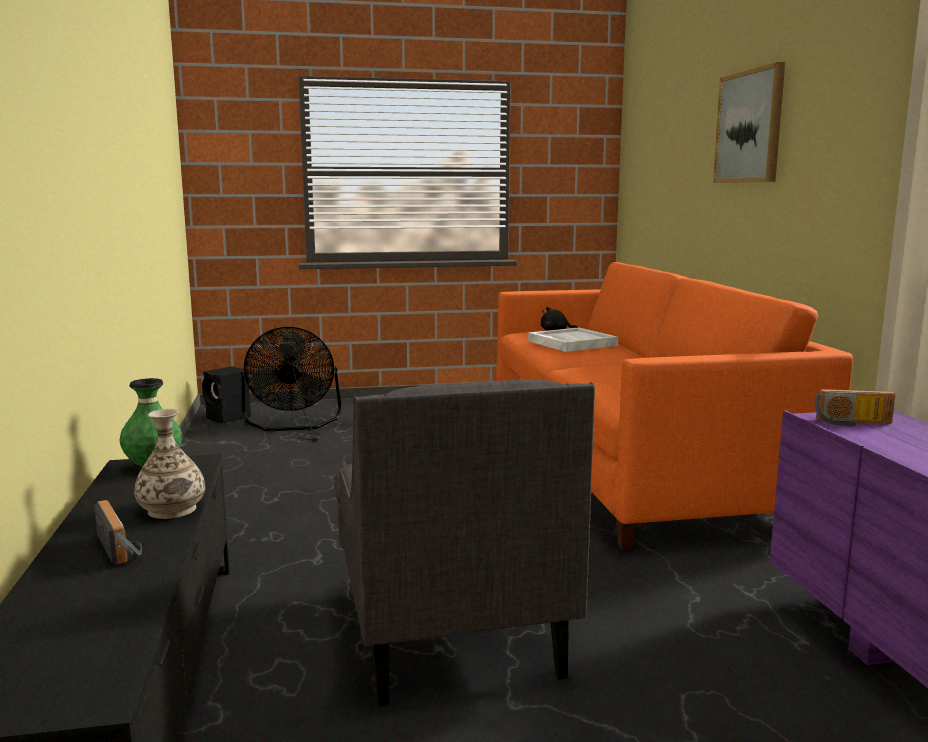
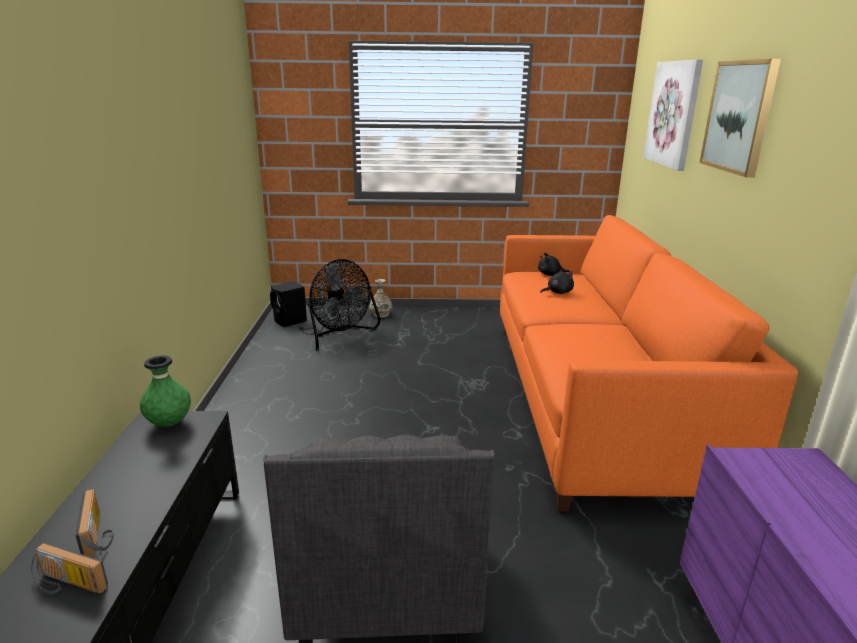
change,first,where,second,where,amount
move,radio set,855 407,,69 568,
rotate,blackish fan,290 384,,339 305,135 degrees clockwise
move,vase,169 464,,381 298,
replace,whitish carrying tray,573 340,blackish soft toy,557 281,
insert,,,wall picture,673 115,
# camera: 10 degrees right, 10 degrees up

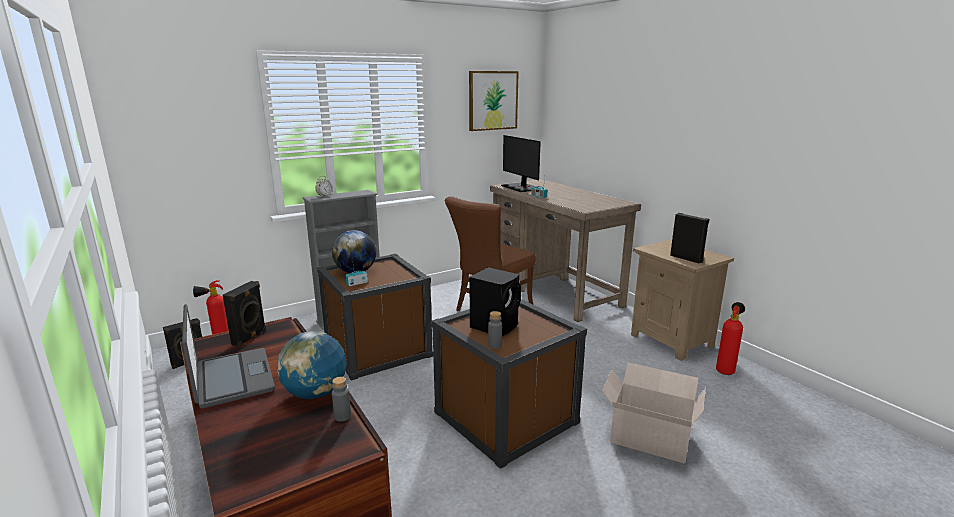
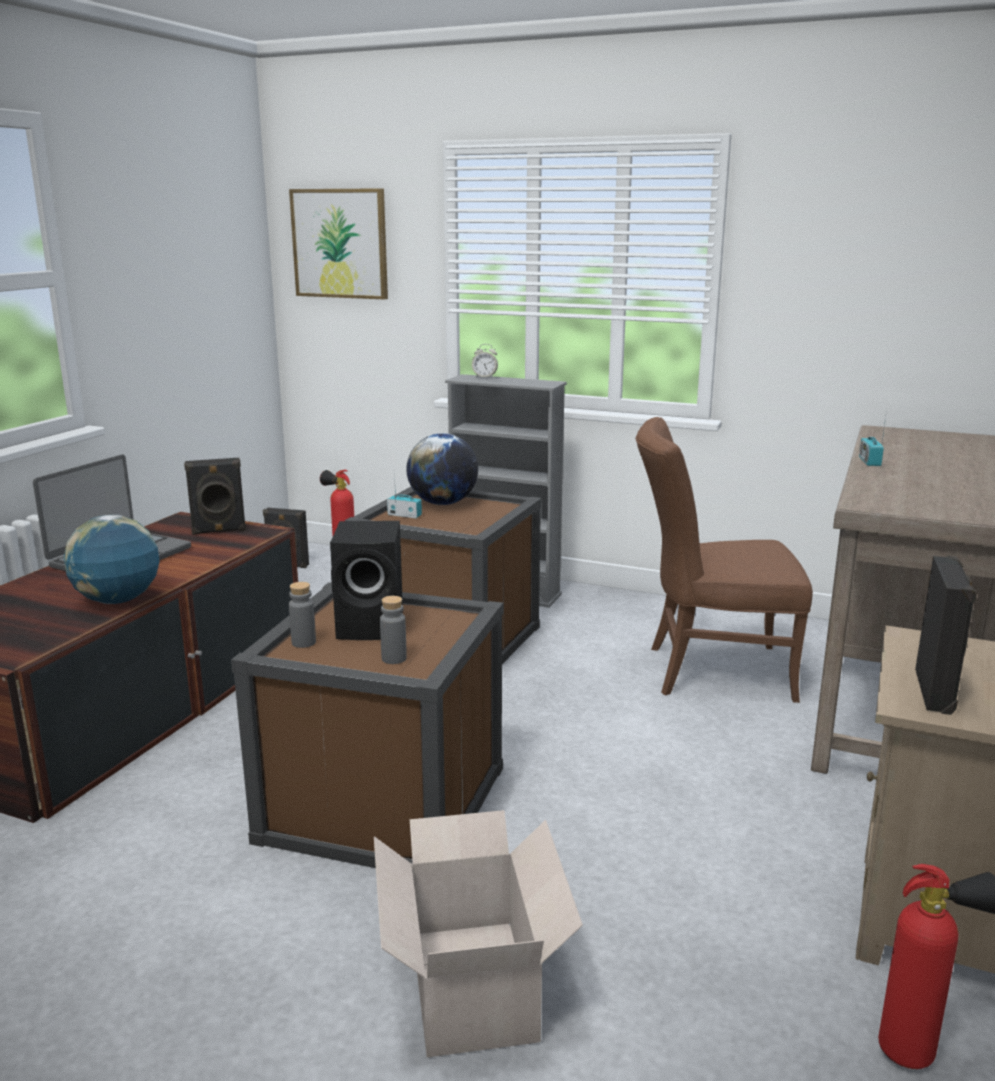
change,first,where,second,where,amount
move,wall picture,494 101,,338 243,
move,gray beverage bottle,341 399,,393 630,
delete,computer display,521 163,,,
# camera: 55 degrees right, 0 degrees up

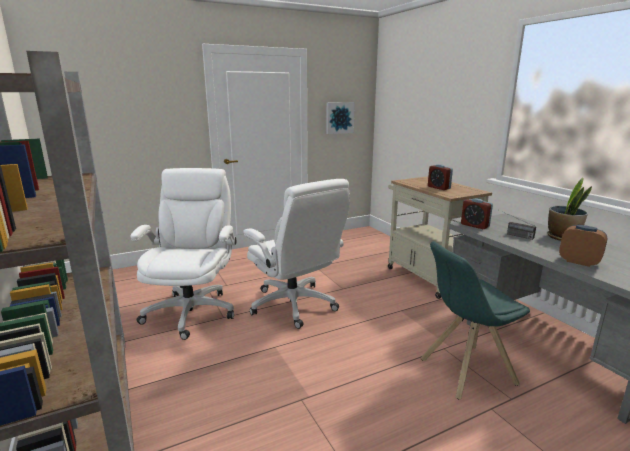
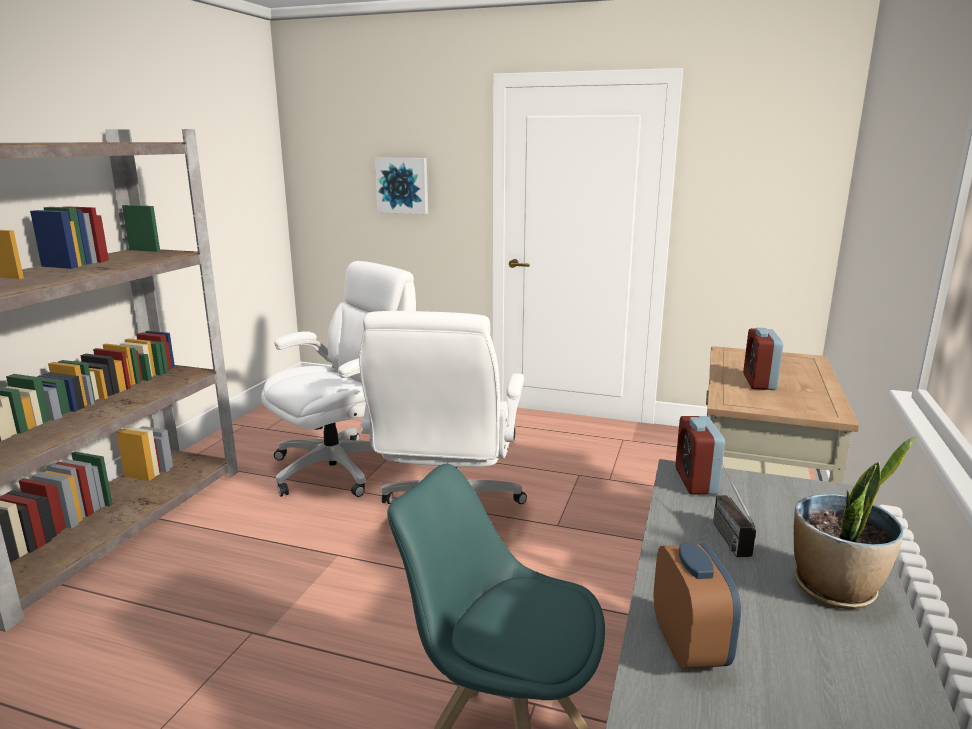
change,first,where,second,where,amount
move,wall picture,340 118,,401 186,
# camera: 45 degrees right, 0 degrees up

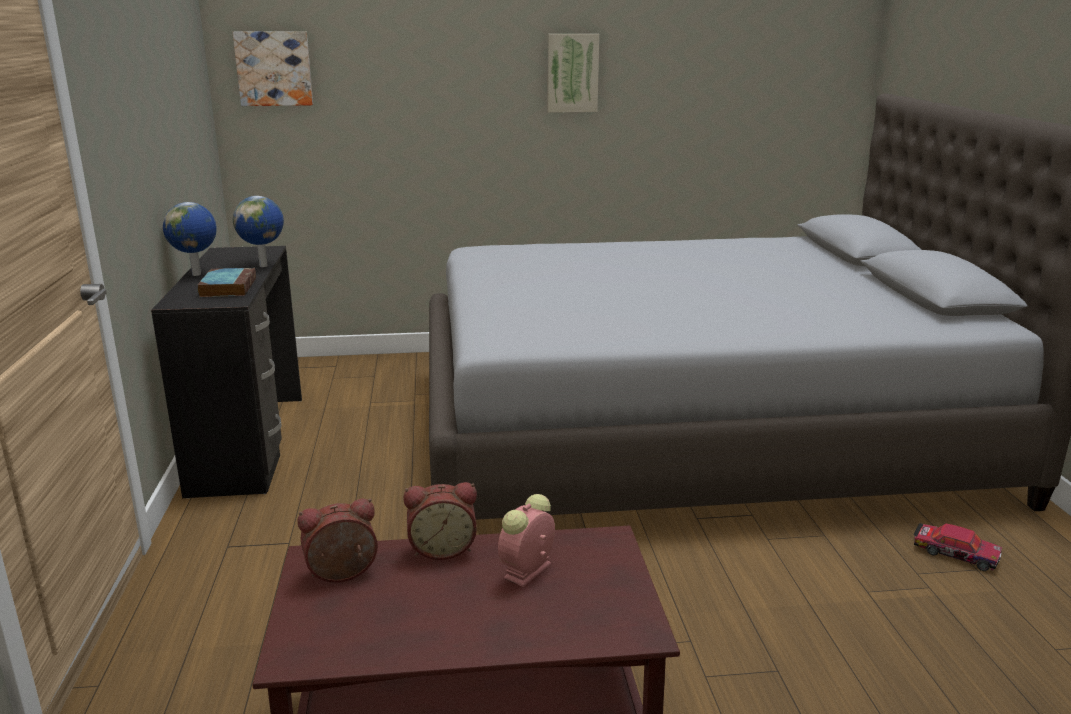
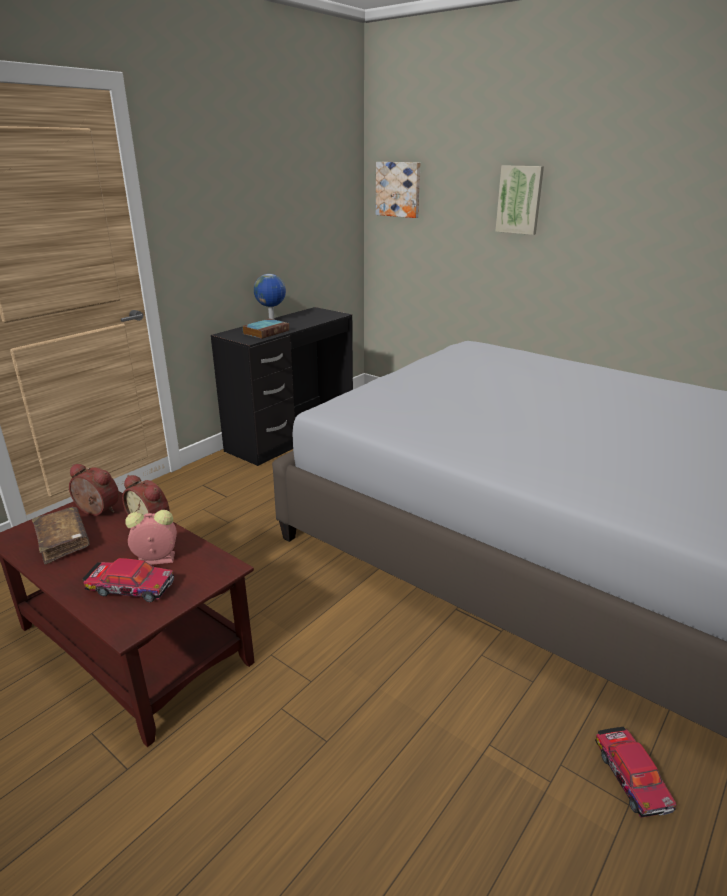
change,first,where,second,where,amount
insert,,,brownish book,61 535,
insert,,,miniature car,128 580,
move,wall picture,573 73,,519 200,
delete,desk globe,258 231,,,
# camera: 45 degrees right, 5 degrees up

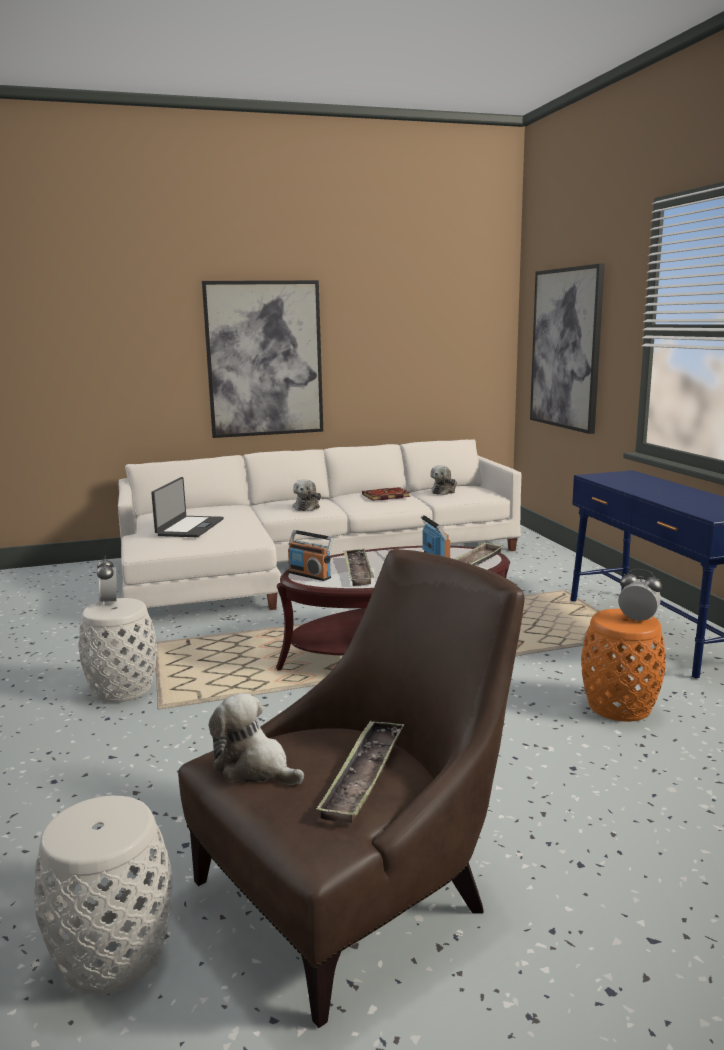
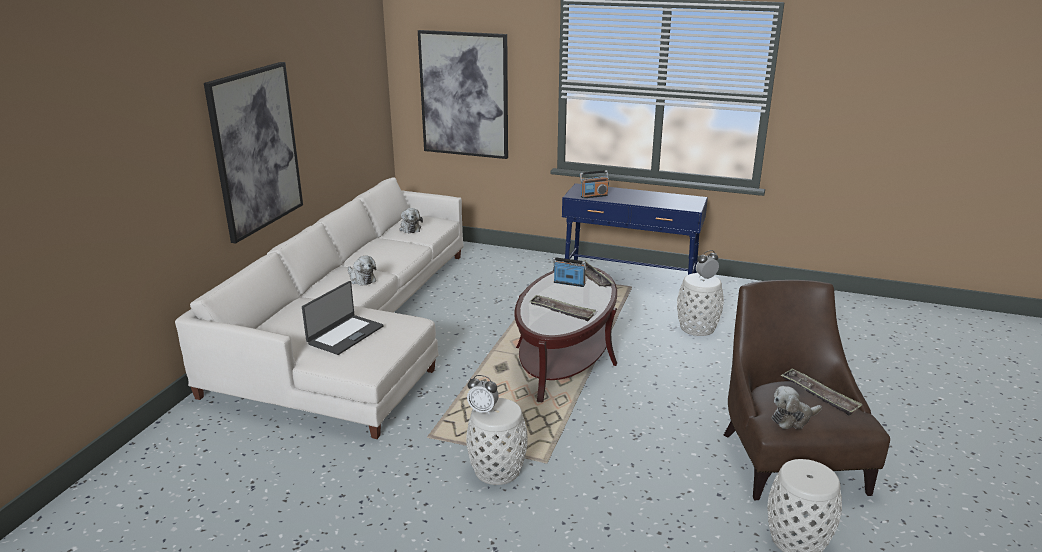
change,first,where,second,where,amount
rotate,laptop,187 507,,343 318,75 degrees clockwise
move,radio set,310 555,,594 184,
recolor,orange sitting stool,623 665,whitish sitting stool,700 304,
delete,book,386 494,,,
# camera: 55 degrees left, 10 degrees up

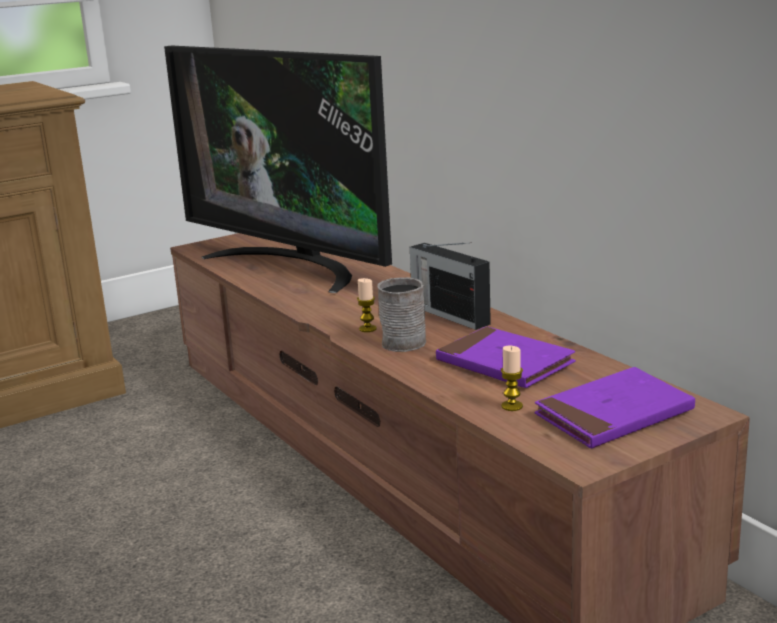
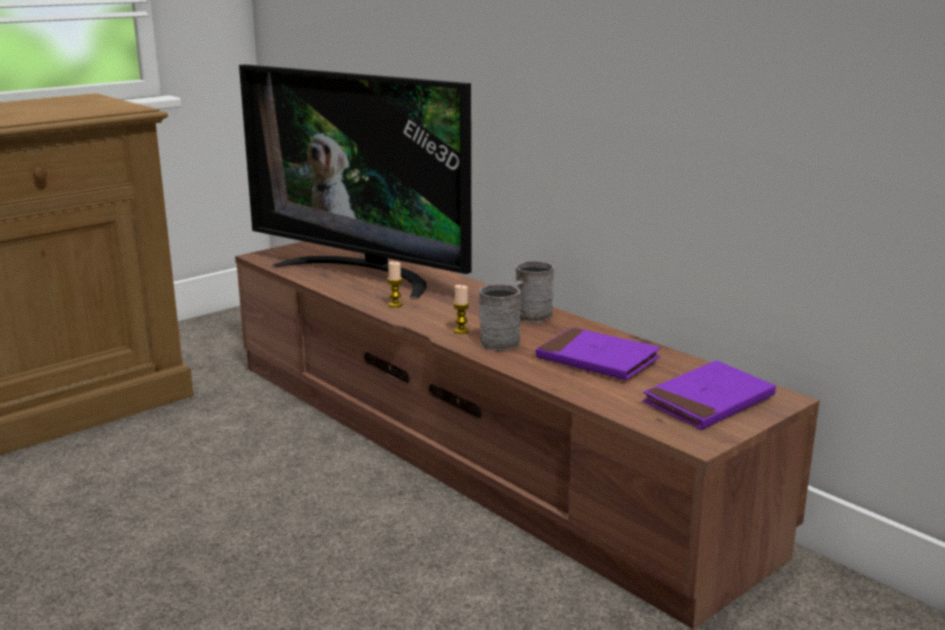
change,first,where,second,where,amount
move,wax light,512 378,,395 284,
replace,radio set,450 286,gray coffee mug,533 291,
# camera: 10 degrees left, 0 degrees up

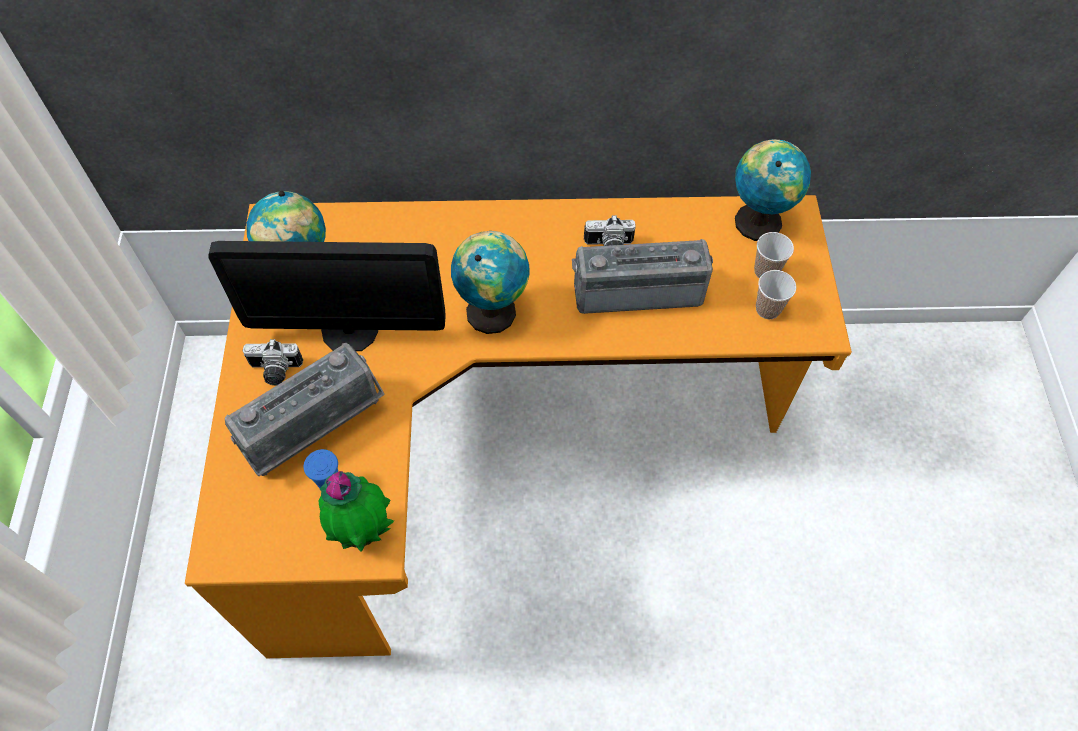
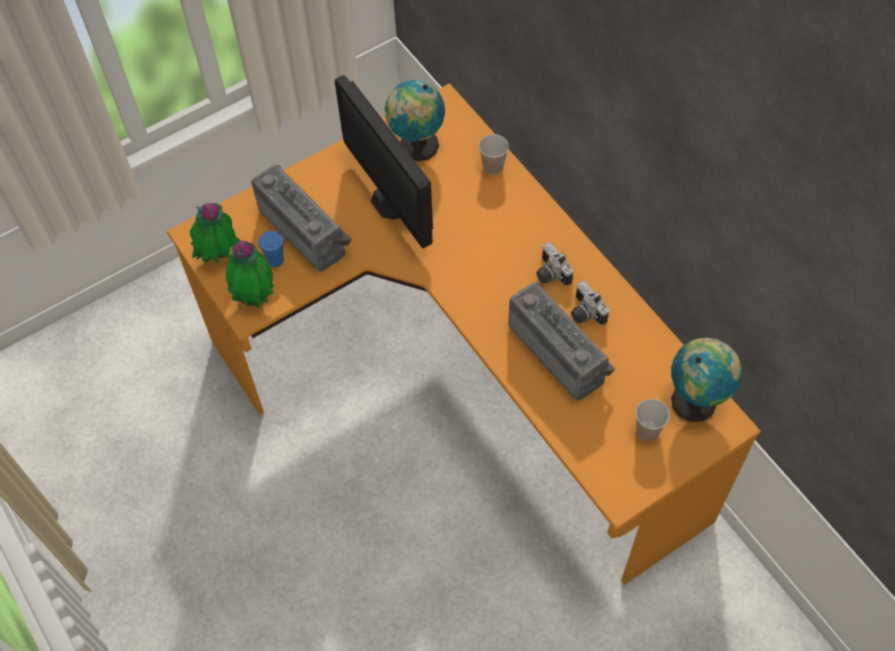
change,first,where,second,where,amount
insert,,,potted plant,215 233,
rotate,radio set,304 409,,301 218,150 degrees counterclockwise
move,small cup,776 294,,493 154,
move,photo camera,273 362,,555 264,
delete,desk globe,490 282,,,
# camera: 60 degrees right, 0 degrees up

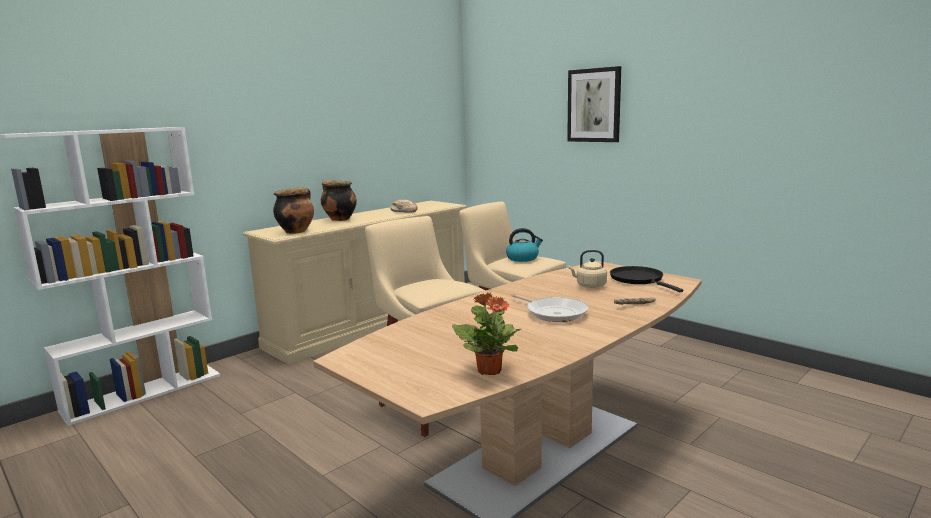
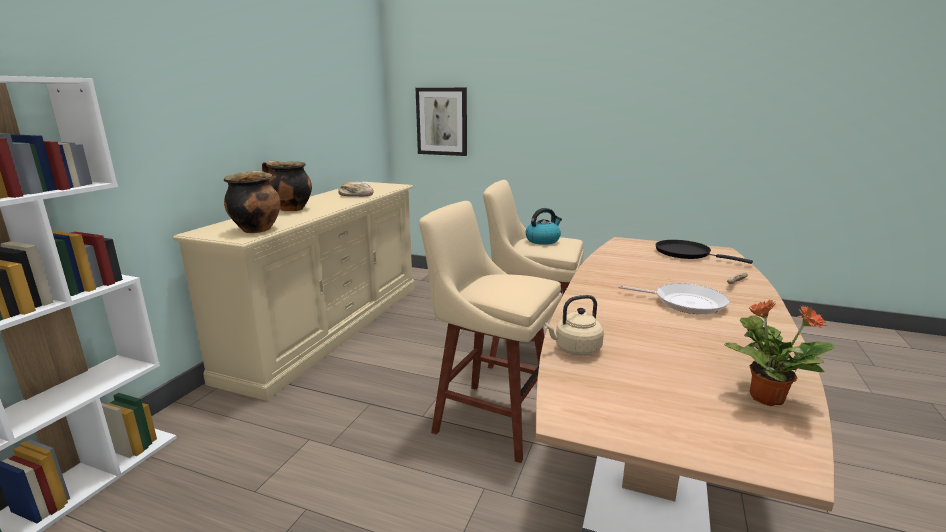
change,first,where,second,where,amount
move,wall picture,594 104,,441 122,
move,sand-coloured water kettle,587 269,,574 325,
# camera: 25 degrees left, 5 degrees up

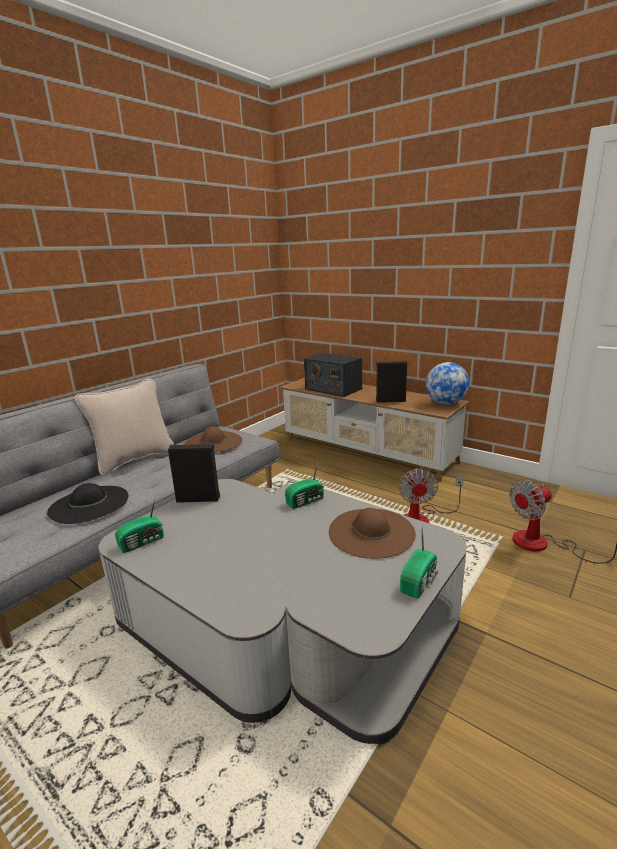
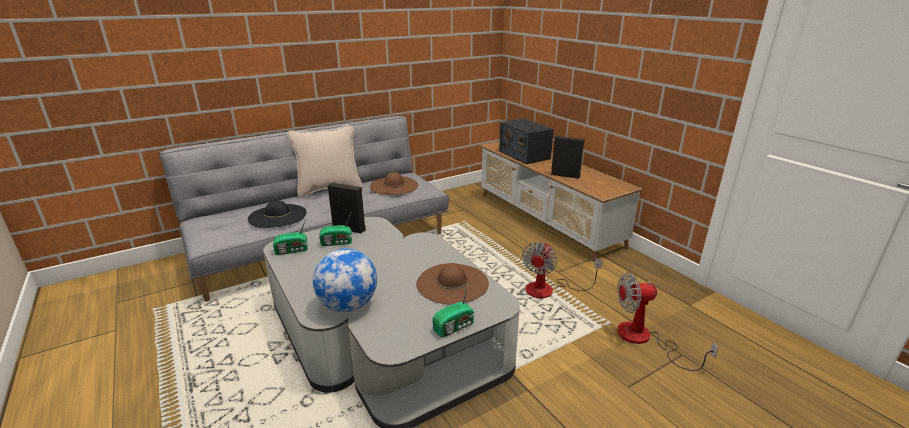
change,first,where,second,where,amount
move,desk globe,447 383,,345 280,
move,radio set,304 485,,335 229,
# camera: 20 degrees right, 5 degrees up

